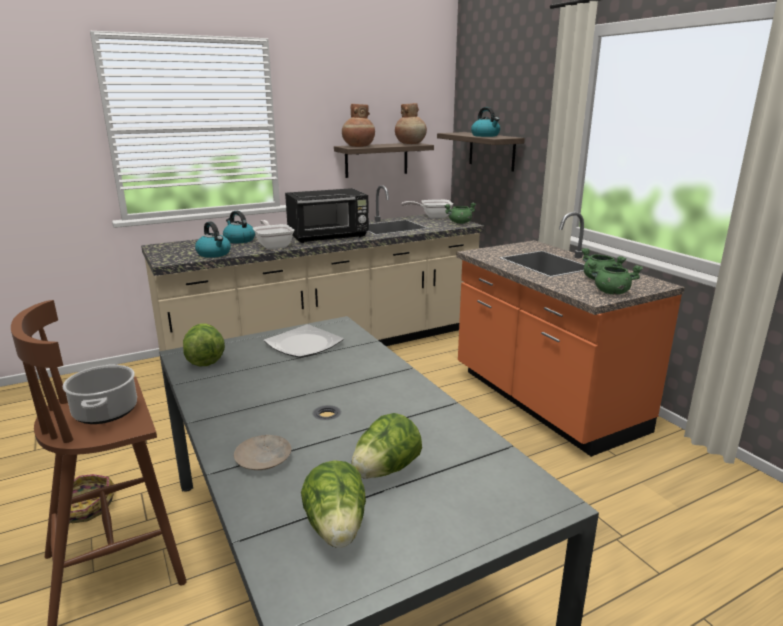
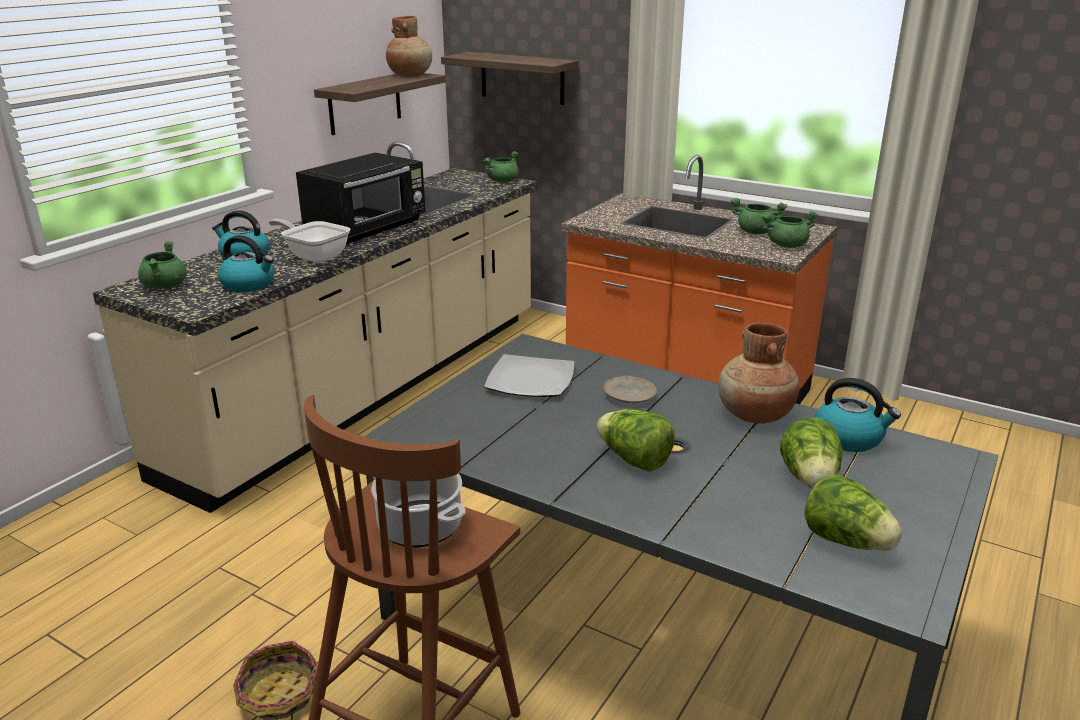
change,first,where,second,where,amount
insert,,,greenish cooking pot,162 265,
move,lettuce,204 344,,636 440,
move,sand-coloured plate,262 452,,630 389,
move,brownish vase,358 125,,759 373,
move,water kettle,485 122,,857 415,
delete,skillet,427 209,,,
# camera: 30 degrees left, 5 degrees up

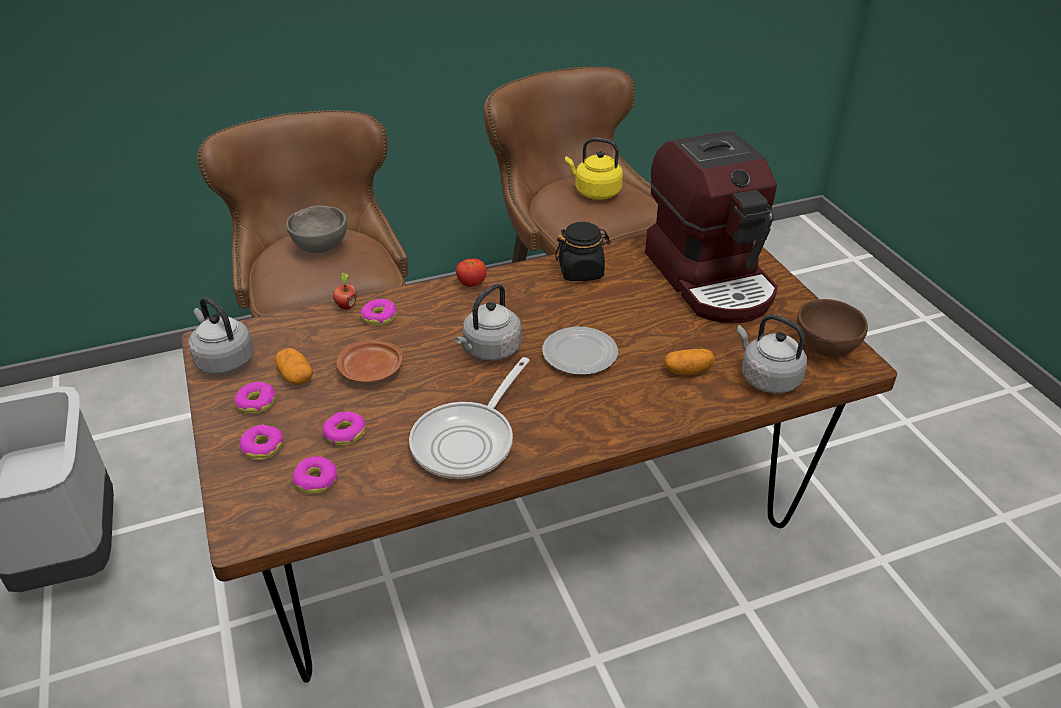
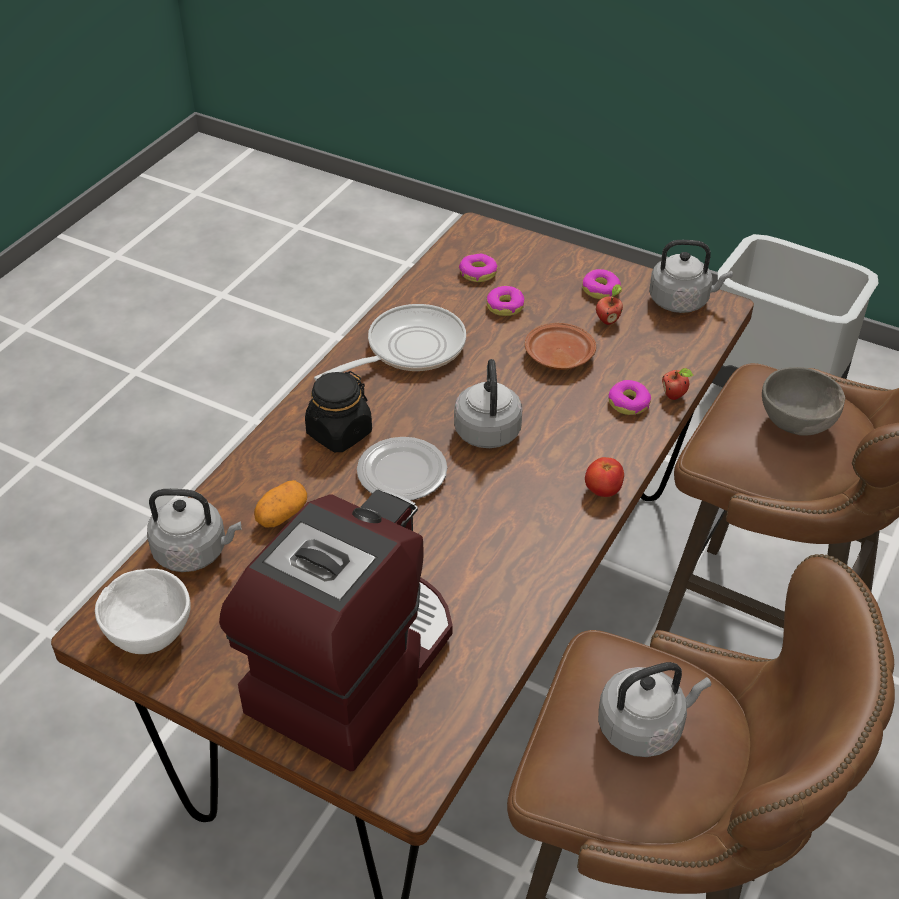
change,first,where,second,where,amount
recolor,brownish serving bowl,832 328,whitish serving bowl,143 611,
rotate,coffee maker,711 227,,336 631,90 degrees clockwise
move,blackish storage jar,583 251,,338 411,
rotate,skillet,469 418,,390 342,60 degrees clockwise
replace,spud,294 366,apple fruit,609 304,
recolor,yellowish water kettle,594 169,gray water kettle,654 709,
delete,ring doughnut,261 442,,,
# camera: 140 degrees right, 5 degrees up

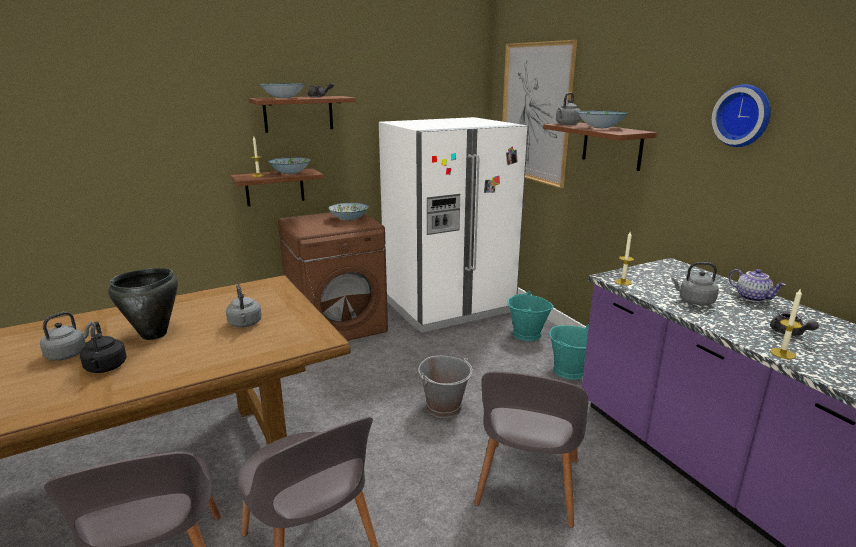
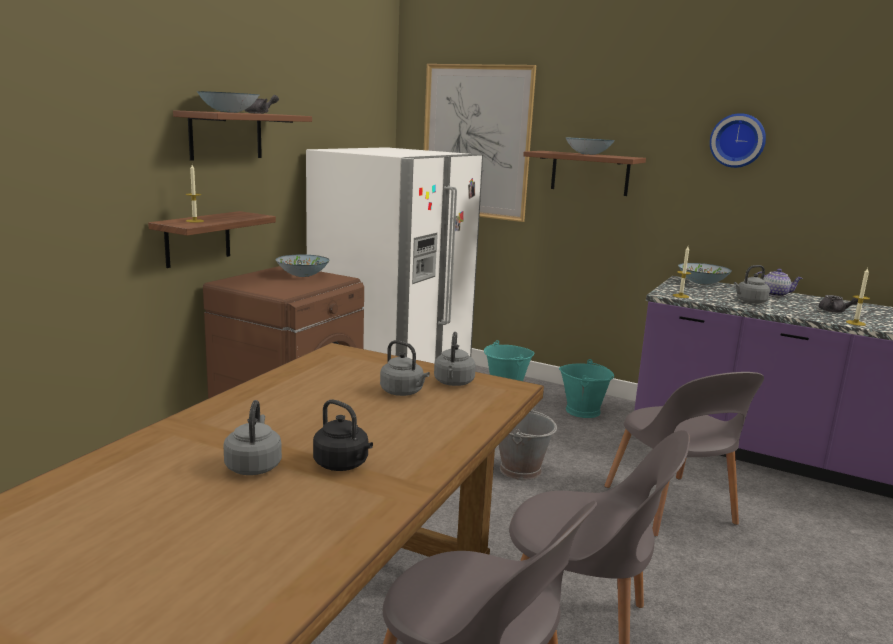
change,first,where,second,where,amount
move,gray water kettle,568 109,,455 359,
move,serving bowl,289 165,,705 274,
delete,blackish cooking pot,143 304,,,
# camera: 35 degrees left, 5 degrees down

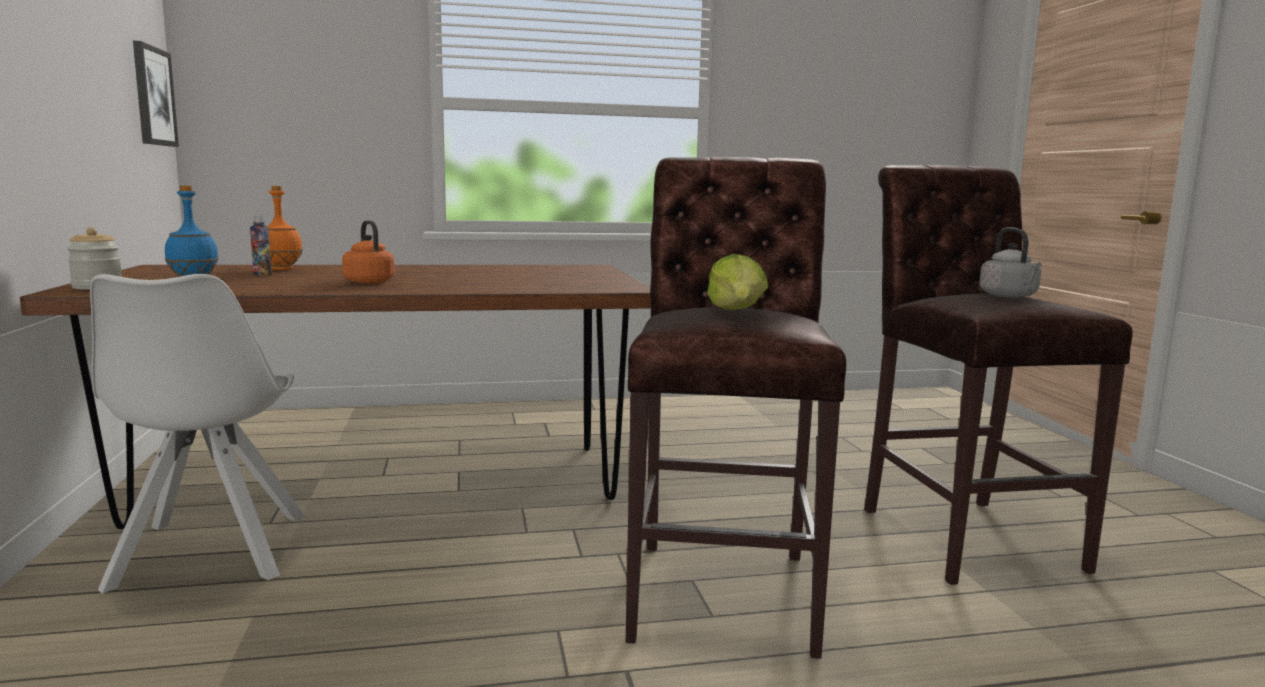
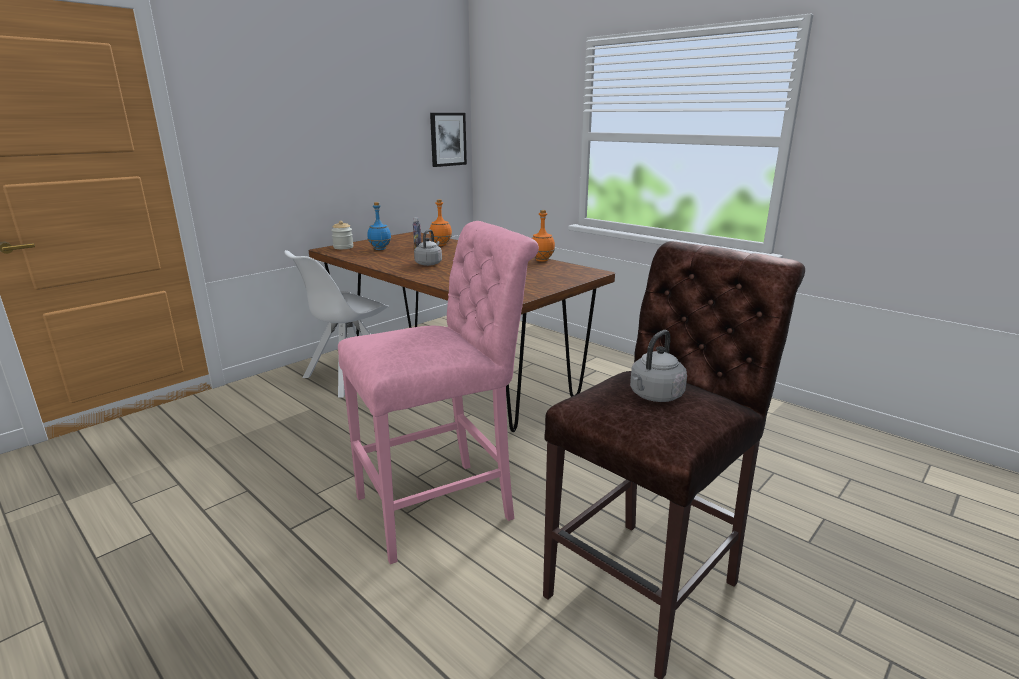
change,first,where,second,where,amount
recolor,brownish sitting stool,736 408,pink sitting stool,438 392,
recolor,orange water kettle,368 252,gray water kettle,428 248,
insert,,,orange beverage bottle,543 236,
delete,lettuce,737 282,,,
# camera: 55 degrees right, 10 degrees up

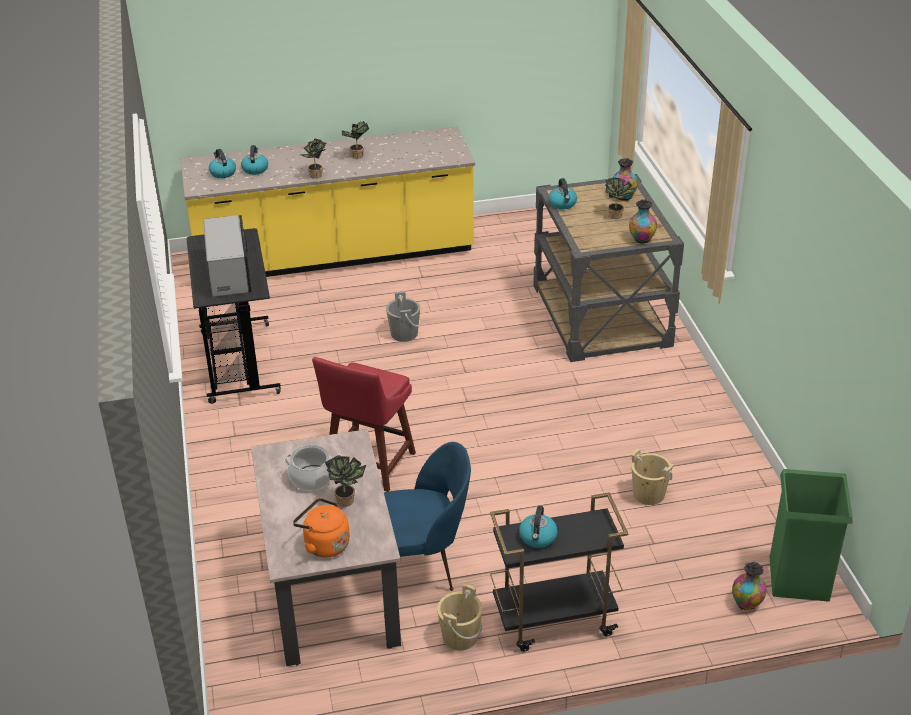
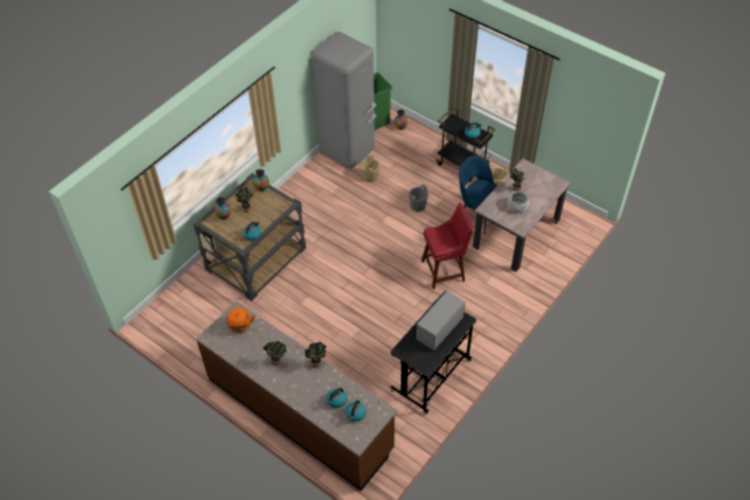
change,first,where,second,where,amount
recolor,yellowish counter,327 201,brownish counter,296 396,
move,orange water kettle,321 528,,241 320,
insert,,,gray kitchen fridge,344 100,
move,gray bucket,403 316,,418 198,
# camera: 130 degrees left, 15 degrees up

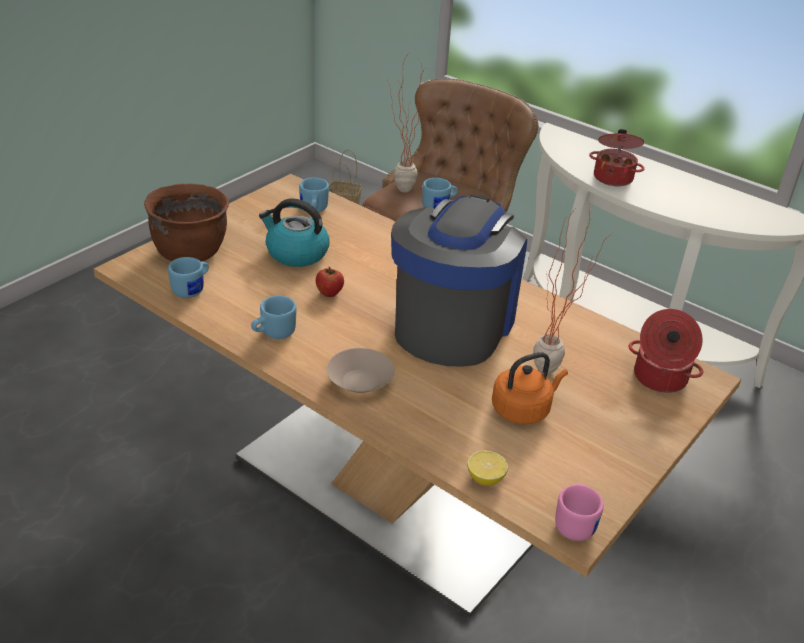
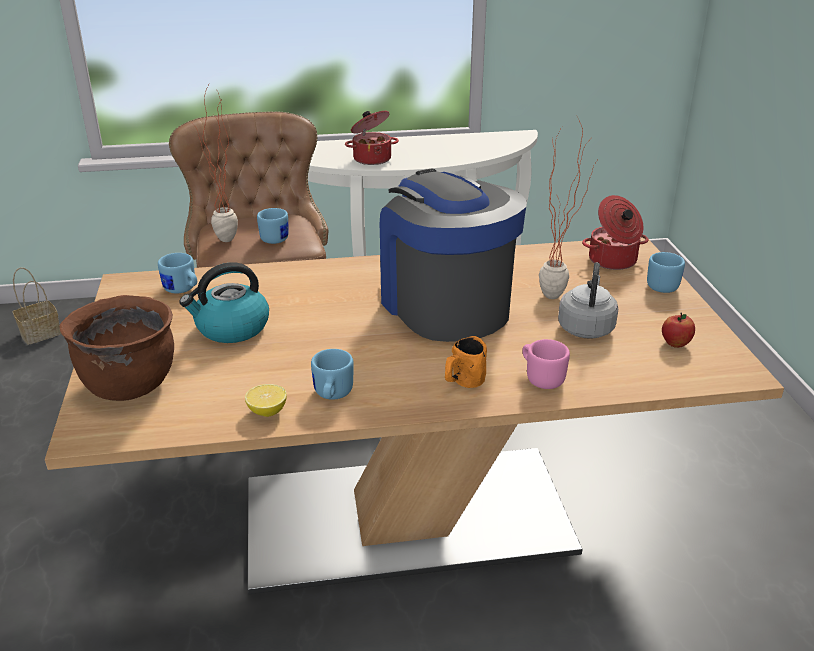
change,first,where,second,where,amount
move,lemon,487 468,,266 400,
replace,sand-coloured serving bowl,361 370,orange coffee mug,466 362,
move,pink coffee mug,579 512,,546 364,
recolor,orange water kettle,530 388,gray water kettle,588 300,
move,blue-coloured coffee mug,188 277,,666 272,
move,apple fruit,330 282,,678 330,
# camera: 45 degrees left, 5 degrees down

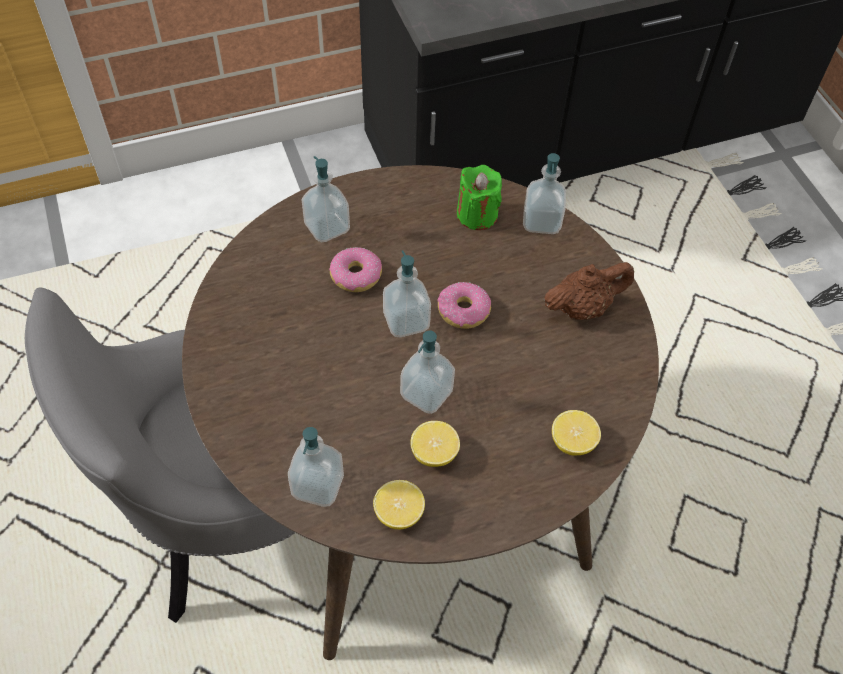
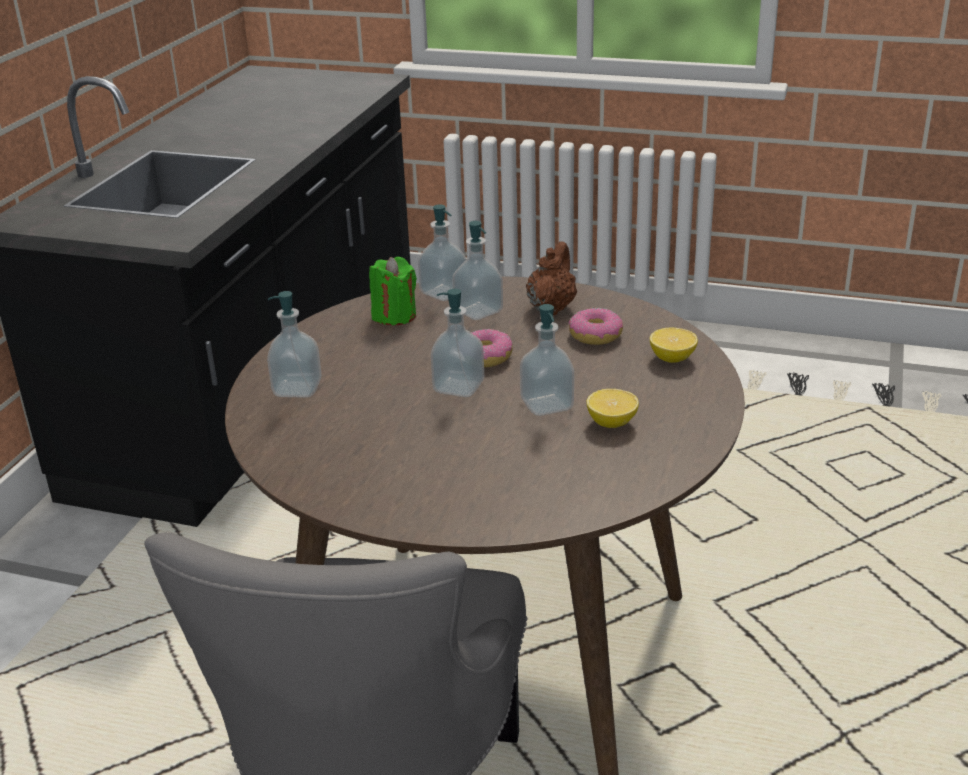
change,first,where,second,where,amount
move,soap dispenser,316 467,,477 270,
move,ring doughnut,355 269,,595 326,
delete,lemon,399 504,,,
# camera: 50 degrees left, 25 degrees down

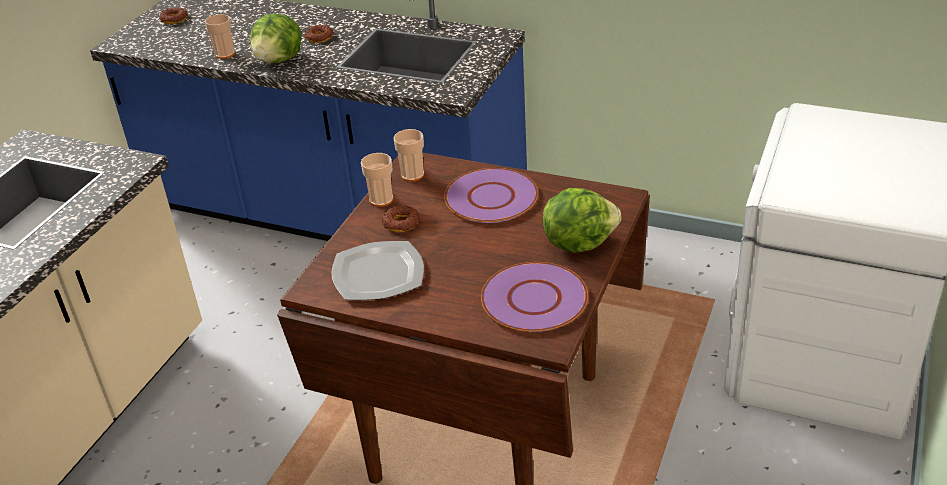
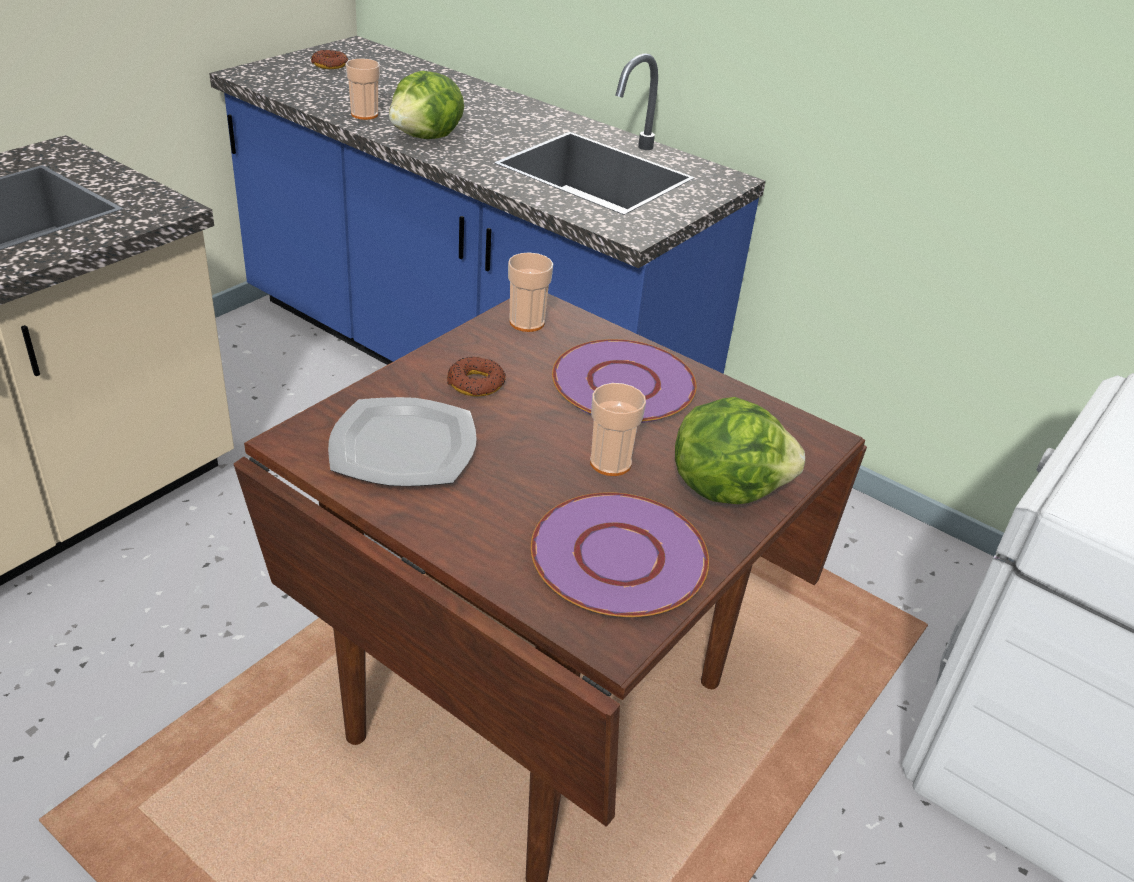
change,first,where,second,where,amount
move,small cup,377 180,,618 429,
delete,ring doughnut,319 34,,,
# camera: 10 degrees right, 0 degrees up

